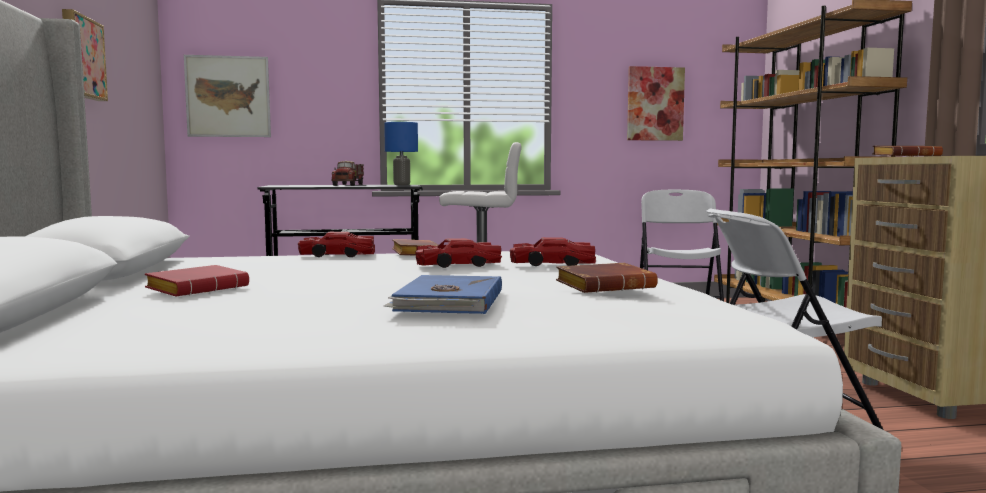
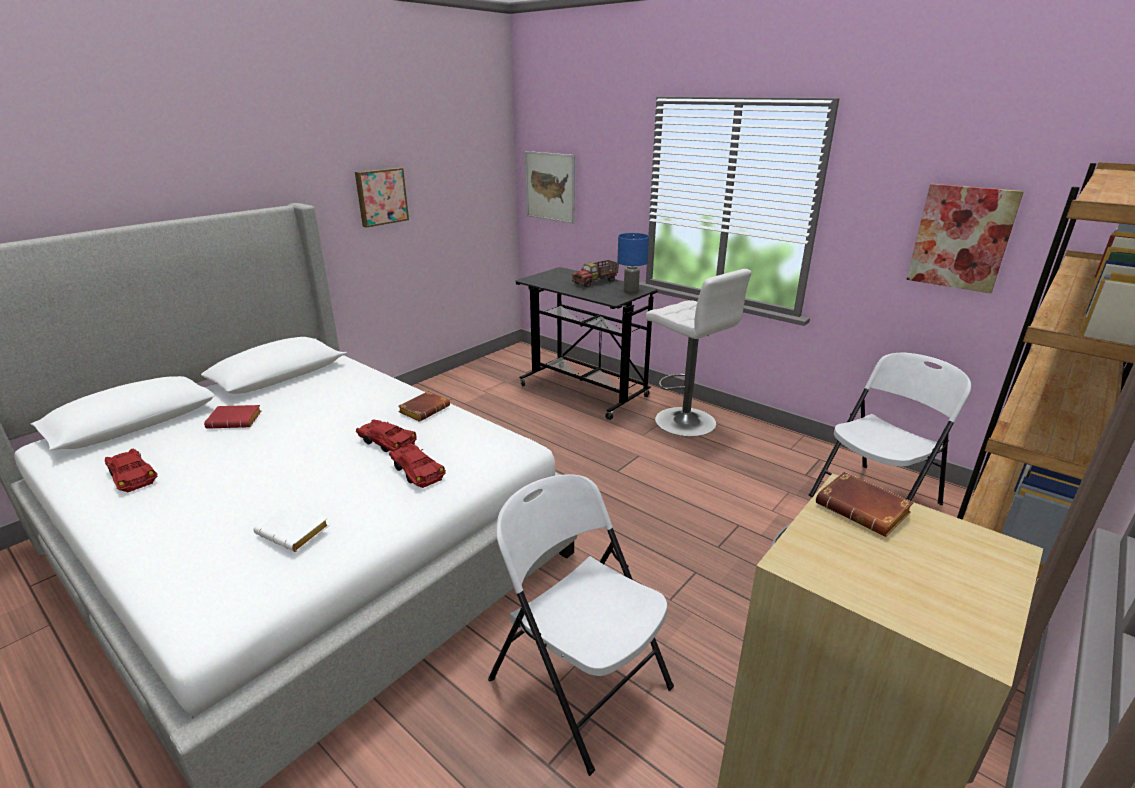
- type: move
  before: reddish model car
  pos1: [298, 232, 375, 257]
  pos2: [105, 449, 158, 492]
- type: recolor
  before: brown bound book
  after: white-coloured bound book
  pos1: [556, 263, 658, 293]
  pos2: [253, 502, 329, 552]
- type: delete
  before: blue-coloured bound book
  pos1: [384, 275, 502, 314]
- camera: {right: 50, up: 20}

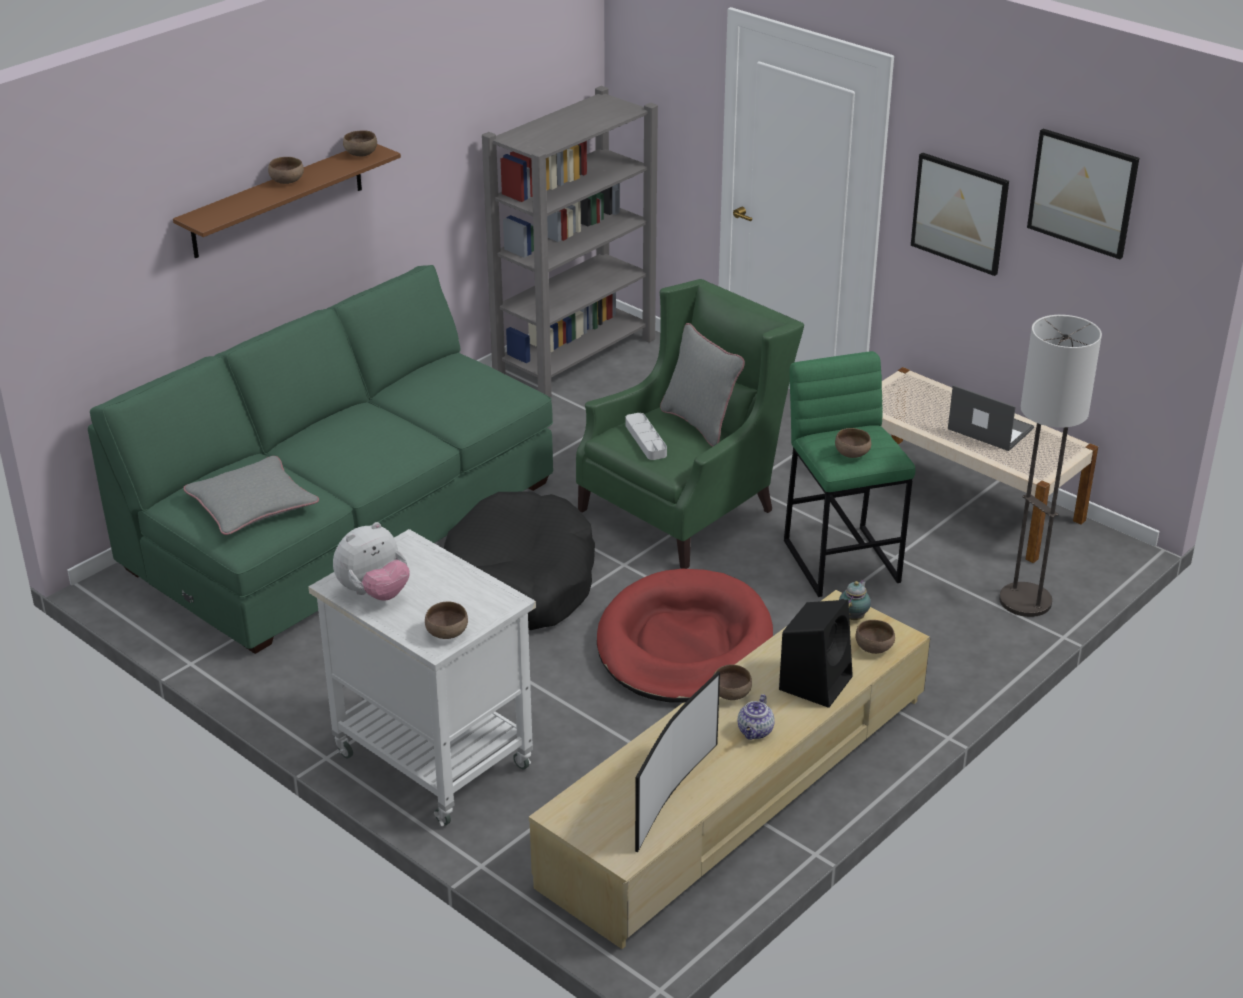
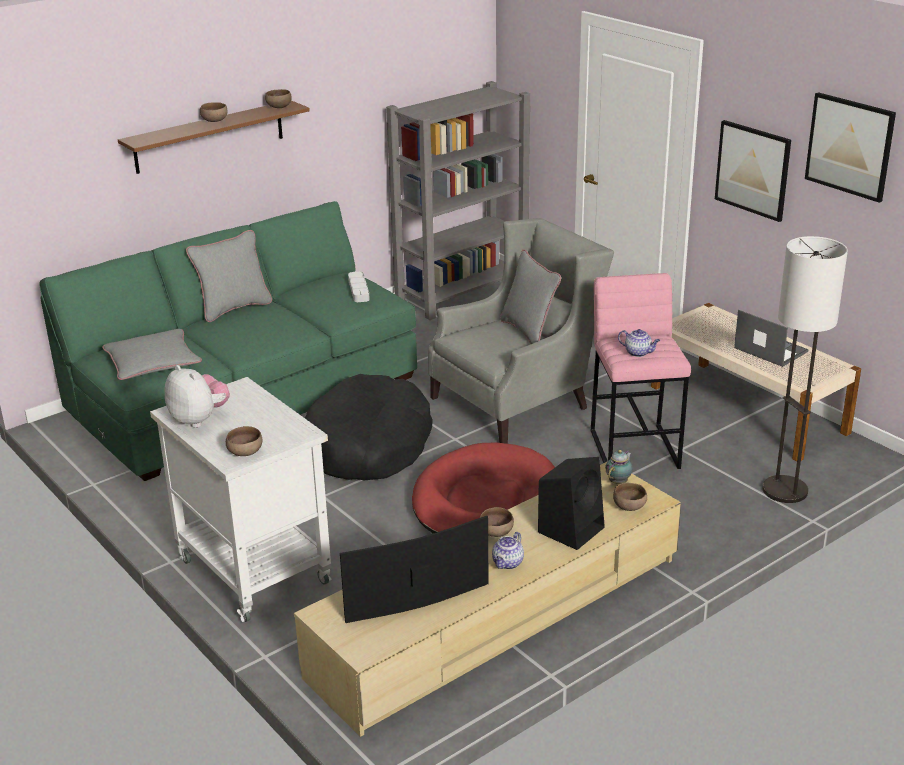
- type: rotate
  before: soft toy
  pos1: [333, 522, 410, 601]
  pos2: [164, 365, 230, 428]
  turn: -105
- type: insert
  after: greyish pillow
  pos2: [186, 230, 272, 322]
- type: rotate
  before: TV set
  pos1: [635, 672, 720, 853]
  pos2: [340, 516, 488, 623]
  turn: -150
- type: move
  before: greyish carrying tray
  pos1: [625, 413, 667, 460]
  pos2: [348, 271, 370, 302]
- type: recolor
  before: green-coloured armchair
  after: greyish armchair
  pos1: [576, 279, 804, 569]
  pos2: [428, 218, 614, 444]
- type: recolor
  before: green-coloured stool seat
  after: pink-coloured stool seat
  pos1: [784, 351, 915, 597]
  pos2: [591, 273, 691, 469]
- type: replace
  before: brown serving bowl
  after: tea pot
  pos1: [835, 428, 871, 458]
  pos2: [618, 329, 660, 357]
- camera: {right: 10, up: -5}

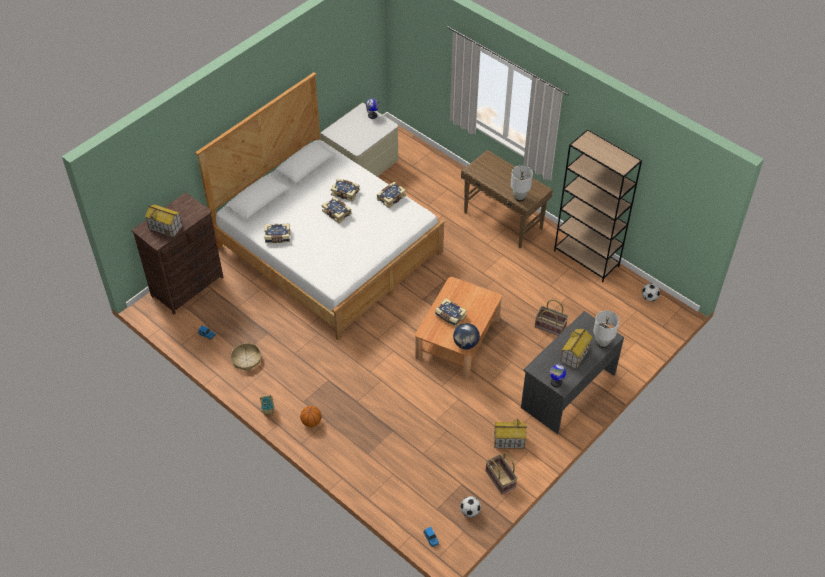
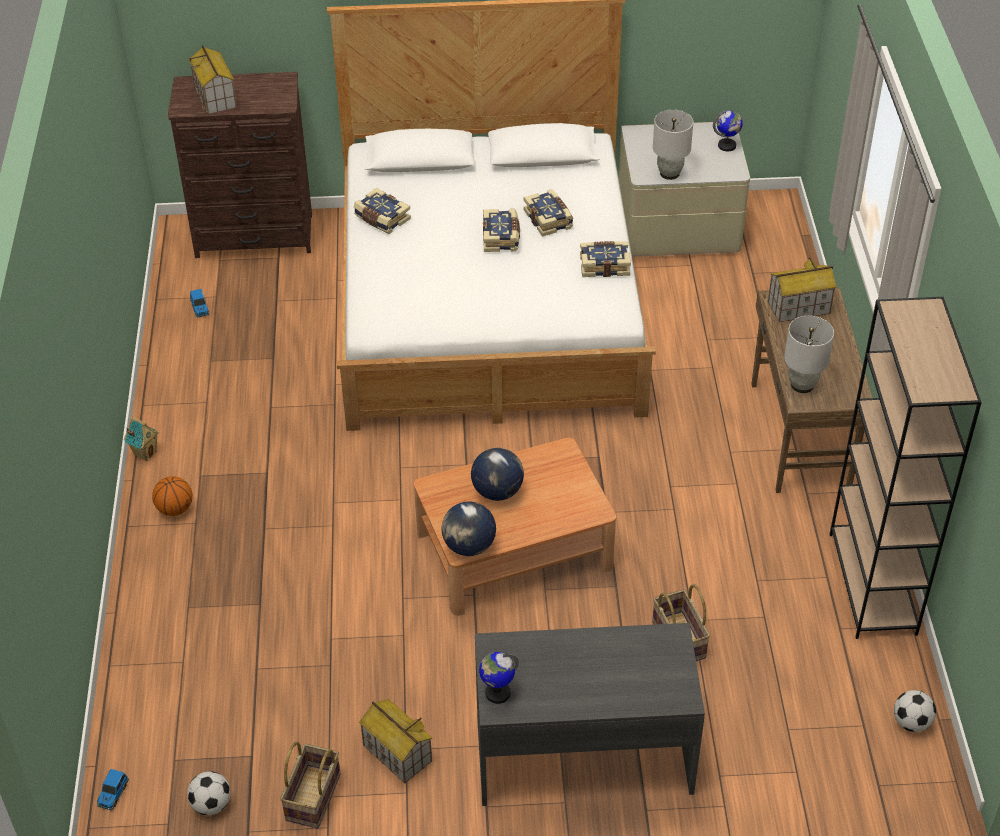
- type: replace
  before: bound book
  after: desk globe
  pos1: [435, 298, 467, 327]
  pos2: [471, 448, 524, 501]
- type: move
  before: white-coloured lamp for a table
  pos1: [593, 310, 619, 348]
  pos2: [653, 110, 693, 180]
- type: move
  before: miniature house
  pos1: [560, 328, 593, 369]
  pos2: [768, 257, 836, 322]
- type: delete
  before: storage basket
  pos1: [231, 343, 261, 371]
- camera: {right: 45, up: -5}

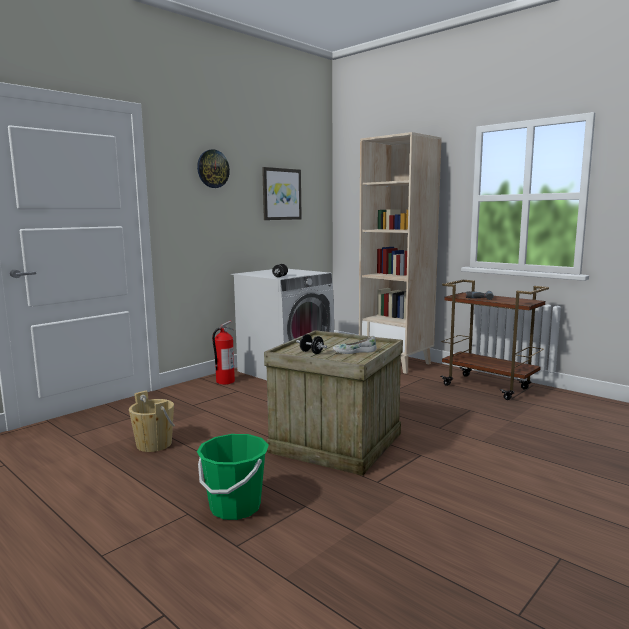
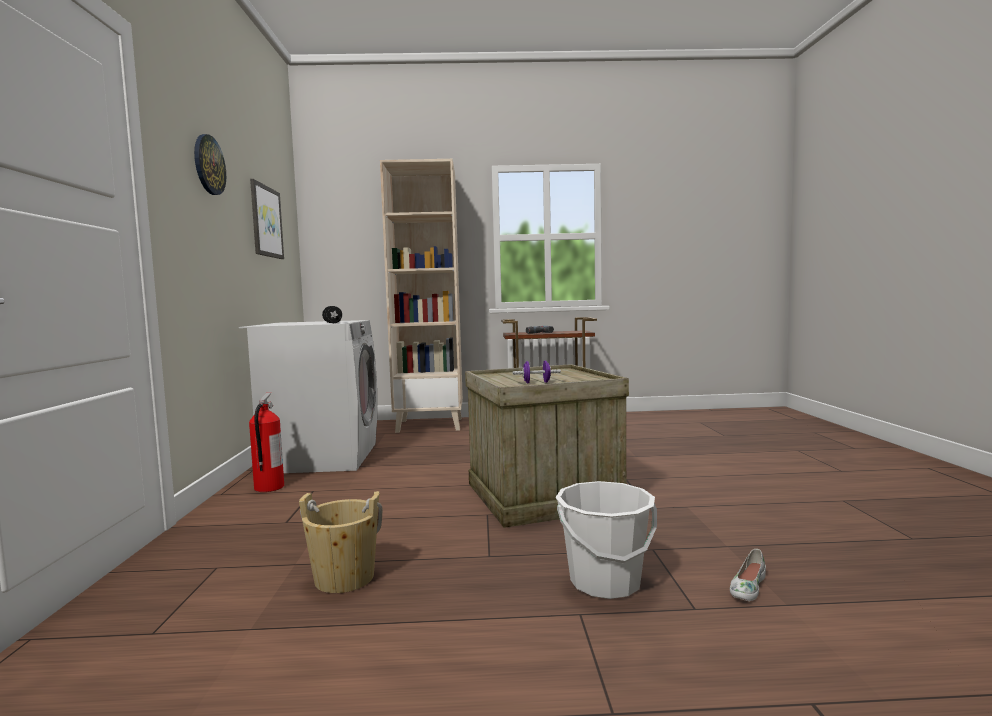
- type: recolor
  before: black-coloured dumbbell
  after: purple-coloured dumbbell
  pos1: [296, 334, 327, 354]
  pos2: [513, 361, 561, 383]
- type: recolor
  before: green-coloured bucket
  after: white-coloured bucket
  pos1: [197, 434, 269, 520]
  pos2: [555, 481, 657, 599]
- type: move
  before: white-coloured low shoe
  pos1: [333, 336, 377, 354]
  pos2: [730, 549, 766, 601]
- camera: {right: -45, up: -5}

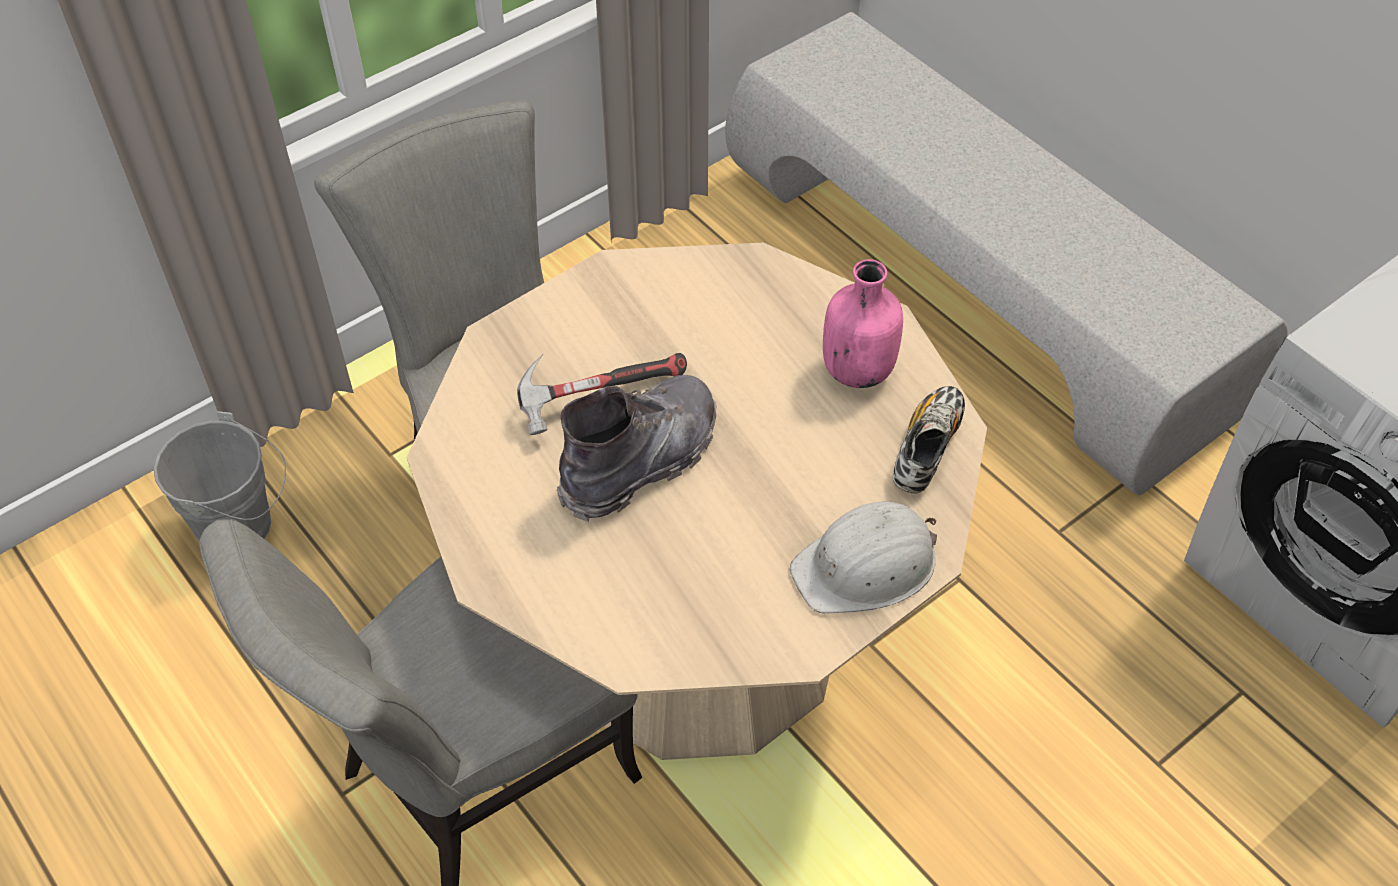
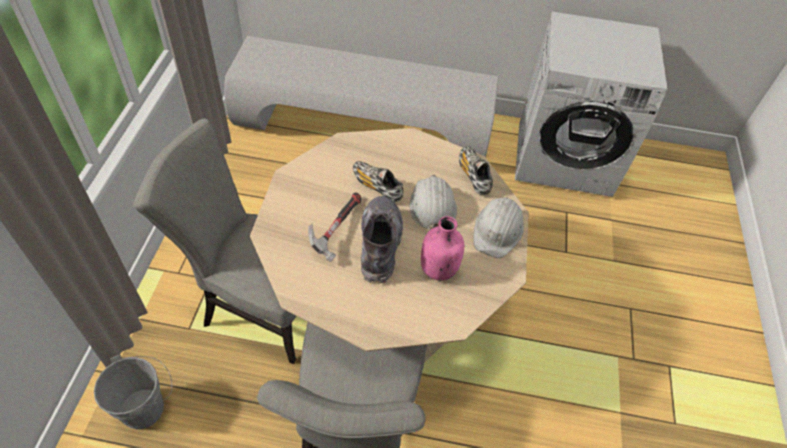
- type: insert
  after: low shoe
  pos2: [353, 161, 403, 202]
- type: insert
  after: white-coloured safety helmet
  pos2: [410, 175, 457, 230]
- type: move
  before: pink-coloured drink bottle
  pos1: [823, 259, 903, 388]
  pos2: [421, 216, 464, 280]
- camera: {right: -45, up: 0}

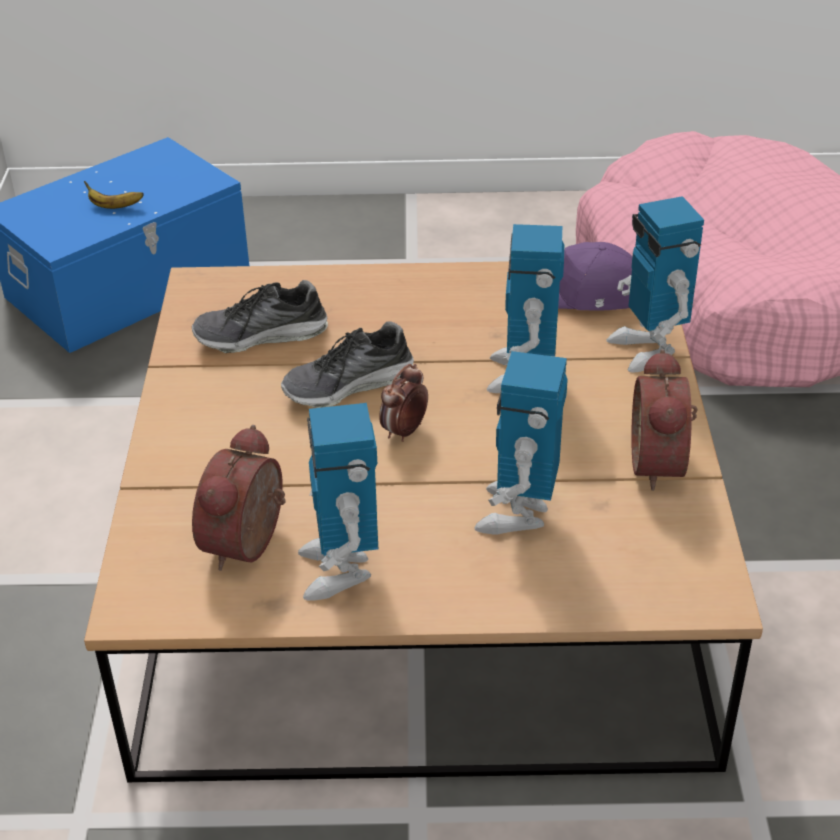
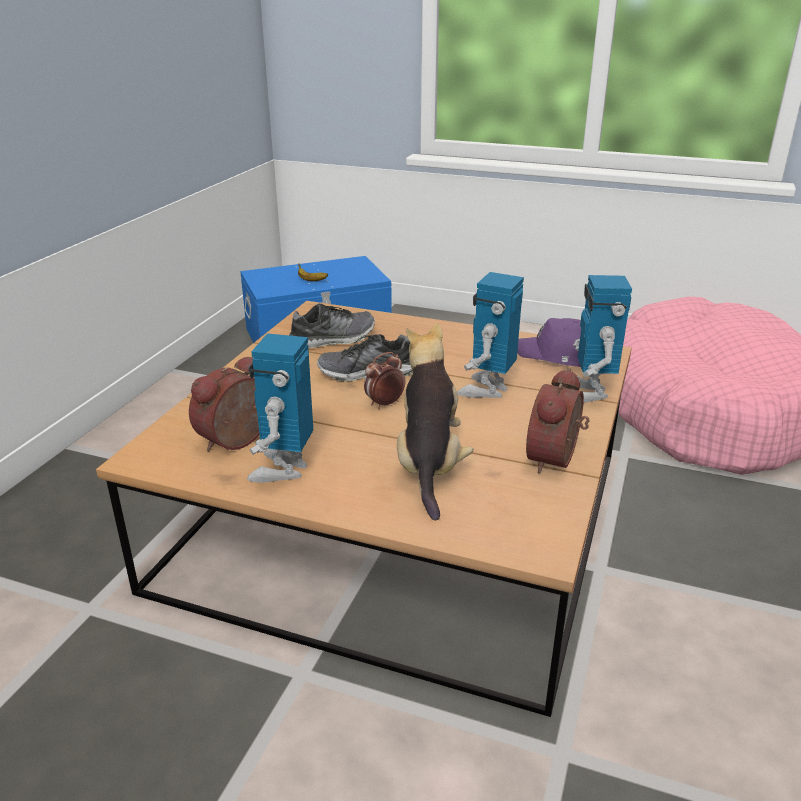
- type: rotate
  before: low shoe
  pos1: [192, 280, 328, 353]
  pos2: [289, 304, 375, 349]
  turn: 150
- type: replace
  before: robot figure
  after: soft toy
  pos1: [474, 351, 568, 535]
  pos2: [397, 322, 474, 521]
- camera: {right: 20, up: -10}

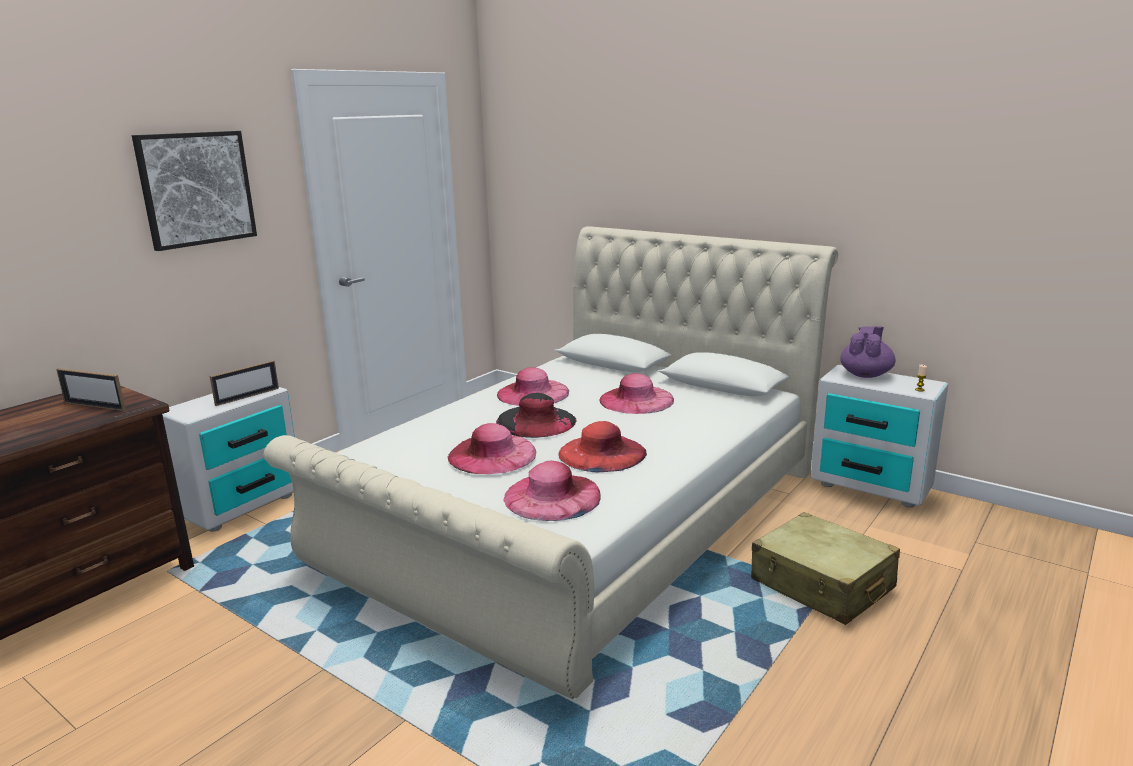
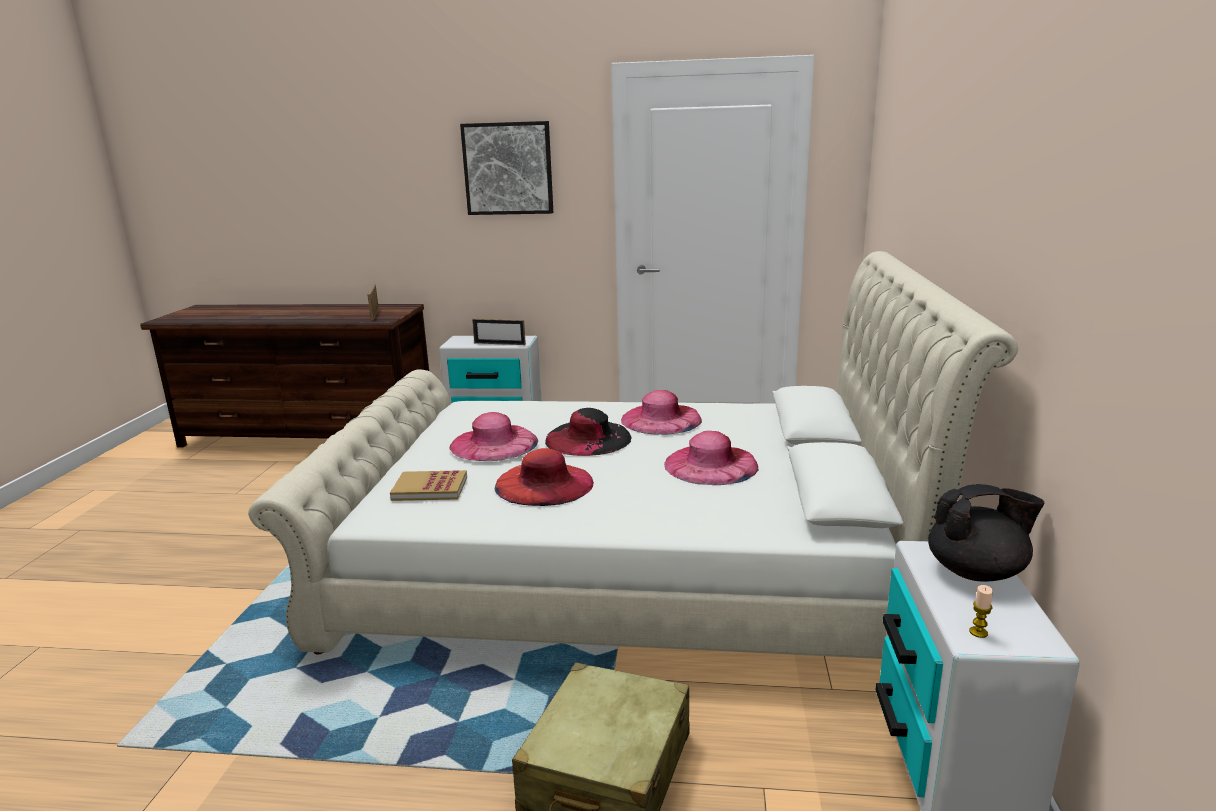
- type: replace
  before: pink-coloured clothing hat
  after: bound book
  pos1: [503, 461, 601, 521]
  pos2: [390, 470, 467, 501]
- type: recolor
  before: purple-coloured tea pot
  after: black-coloured tea pot
  pos1: [840, 326, 896, 378]
  pos2: [928, 484, 1044, 582]
- camera: {right: 60, up: 0}

